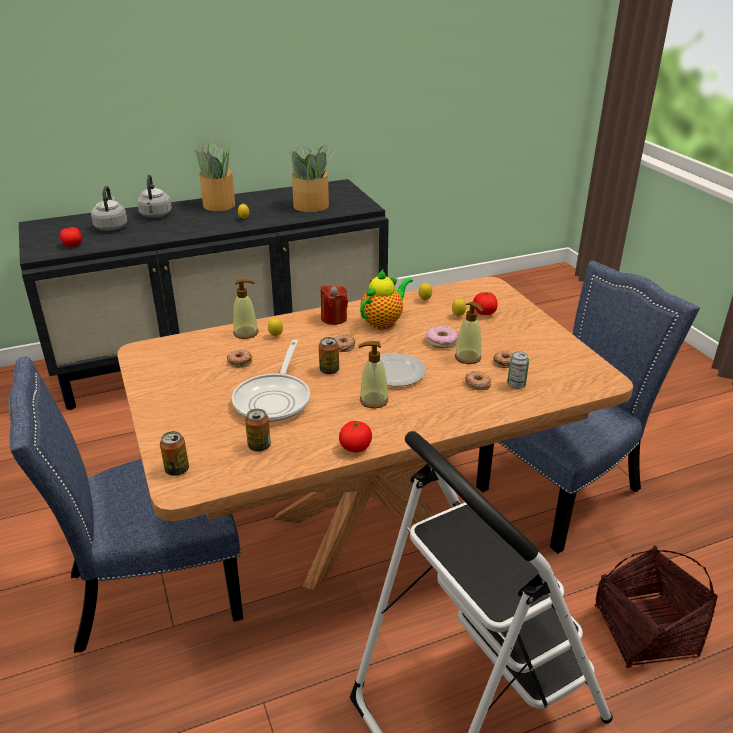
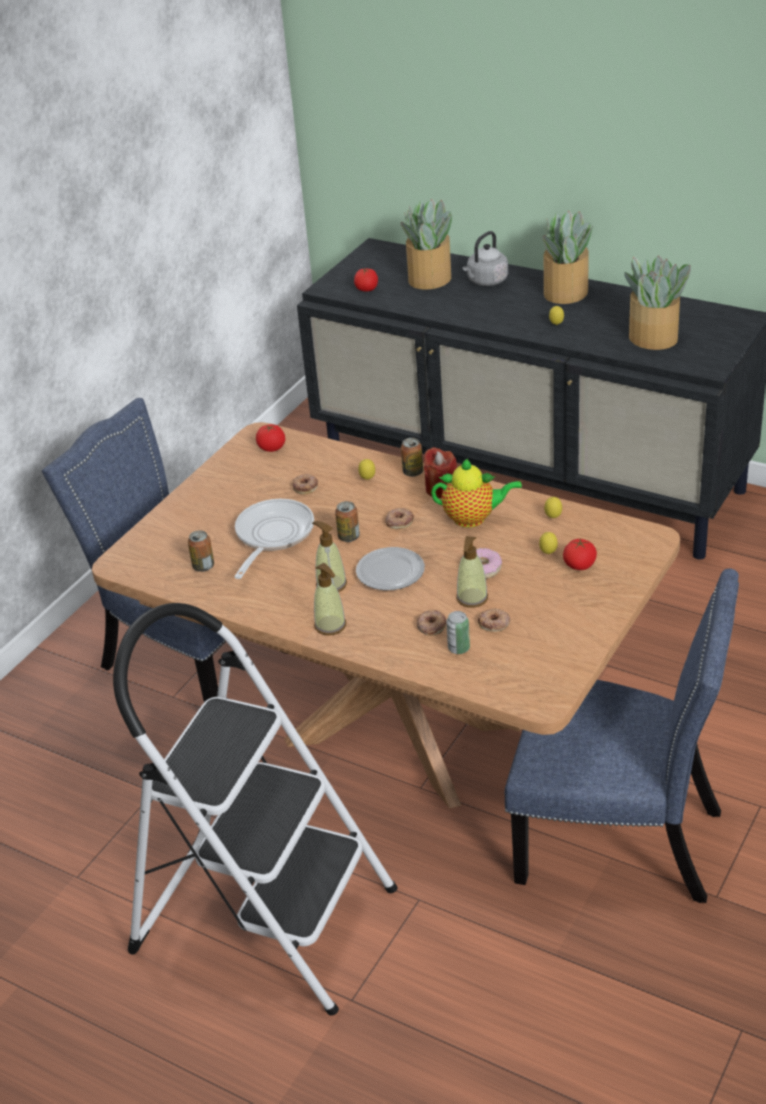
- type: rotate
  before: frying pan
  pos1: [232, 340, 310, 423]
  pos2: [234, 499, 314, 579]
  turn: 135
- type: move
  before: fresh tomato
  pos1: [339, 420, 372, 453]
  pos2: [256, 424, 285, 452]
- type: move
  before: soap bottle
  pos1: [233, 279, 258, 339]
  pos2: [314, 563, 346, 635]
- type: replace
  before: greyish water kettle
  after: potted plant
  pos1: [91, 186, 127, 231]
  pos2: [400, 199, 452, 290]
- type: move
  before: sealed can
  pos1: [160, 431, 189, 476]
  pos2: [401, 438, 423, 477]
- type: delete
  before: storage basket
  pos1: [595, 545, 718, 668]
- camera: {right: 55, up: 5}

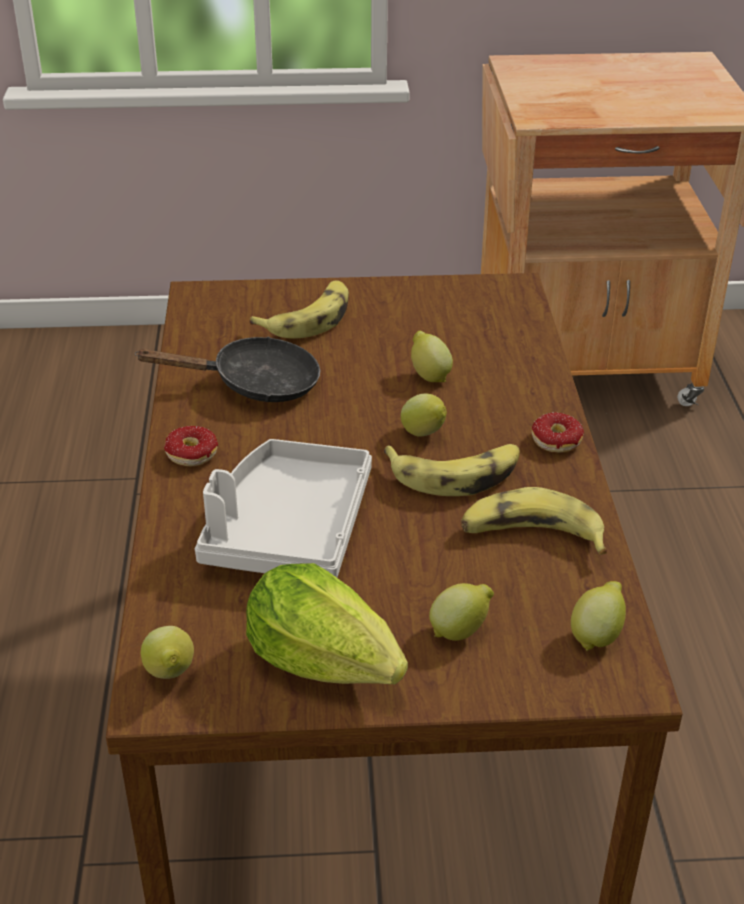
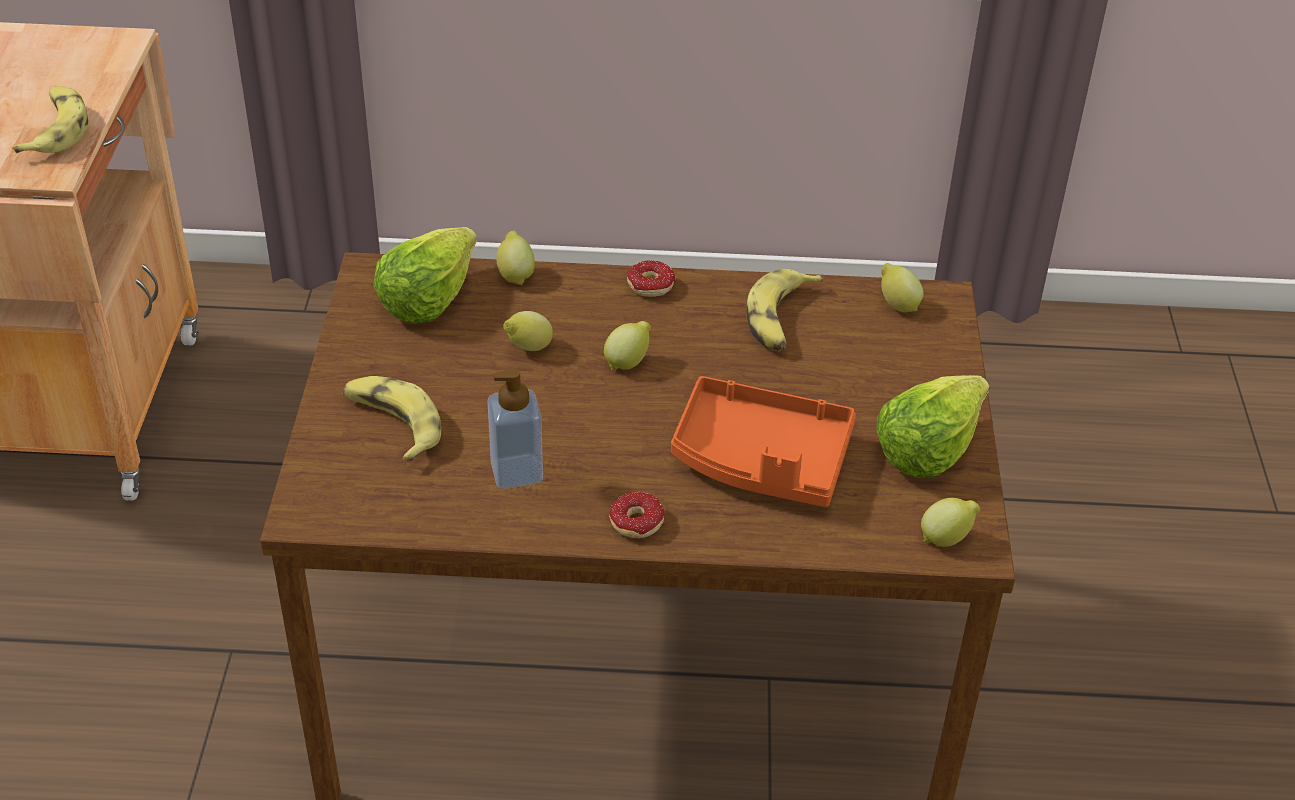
- type: move
  before: whole banana
  pos1: [383, 444, 520, 496]
  pos2: [12, 86, 88, 153]
- type: insert
  after: lettuce head
  pos2: [373, 227, 477, 323]
- type: replace
  before: black-coloured frying pan
  after: soap bottle
  pos1: [135, 337, 320, 402]
  pos2: [487, 368, 543, 489]
- type: move
  before: lemon
  pos1: [429, 583, 494, 641]
  pos2: [496, 231, 535, 285]
- type: recolor
  before: white-coloured carrying tray
  after: orange carrying tray
  pos1: [195, 439, 372, 577]
  pos2: [671, 376, 856, 507]
- camera: {right: -85, up: 5}

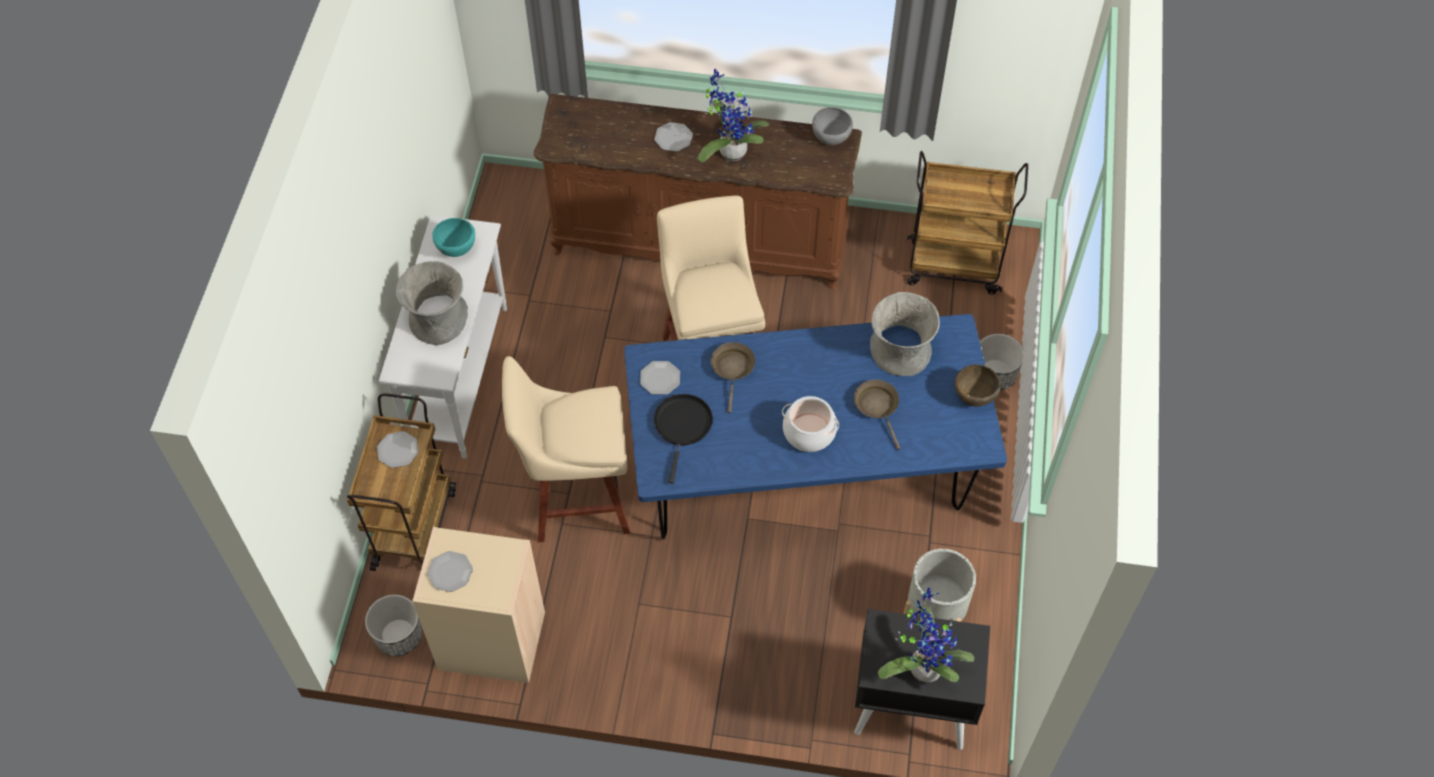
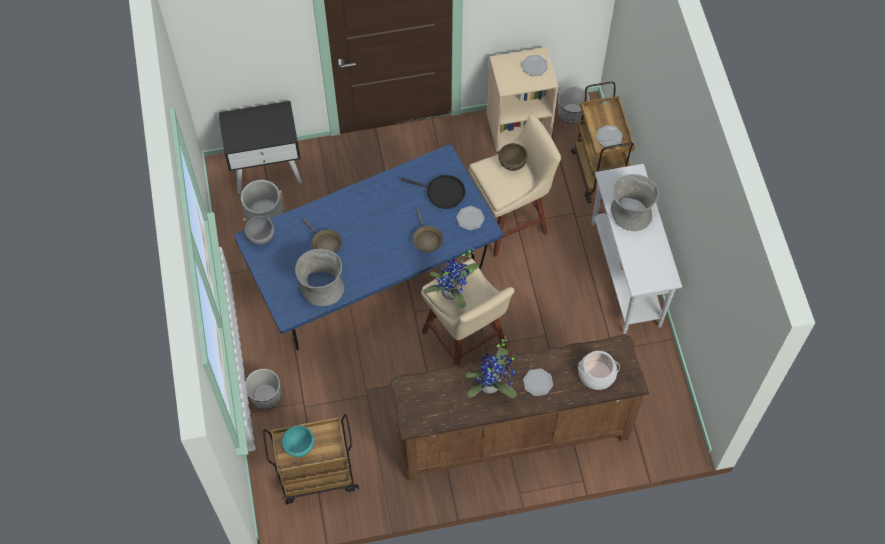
- type: move
  before: greyish serving bowl
  pos1: [812, 107, 853, 145]
  pos2: [244, 216, 274, 245]
- type: move
  before: turquoise-coloured serving bowl
  pos1: [432, 218, 475, 257]
  pos2: [282, 426, 314, 457]
- type: rotate
  before: black-coloured frying pan
  pos1: [654, 394, 713, 483]
  pos2: [401, 175, 465, 209]
  turn: -60
- type: move
  before: potted plant
  pos1: [878, 587, 974, 683]
  pos2: [424, 249, 479, 308]
- type: move
  before: brown serving bowl
  pos1: [955, 364, 1000, 406]
  pos2: [498, 143, 528, 171]
- type: move
  before: cooking pot
  pos1: [782, 396, 839, 452]
  pos2: [578, 351, 620, 390]
- camera: {right: 160, up: 5}

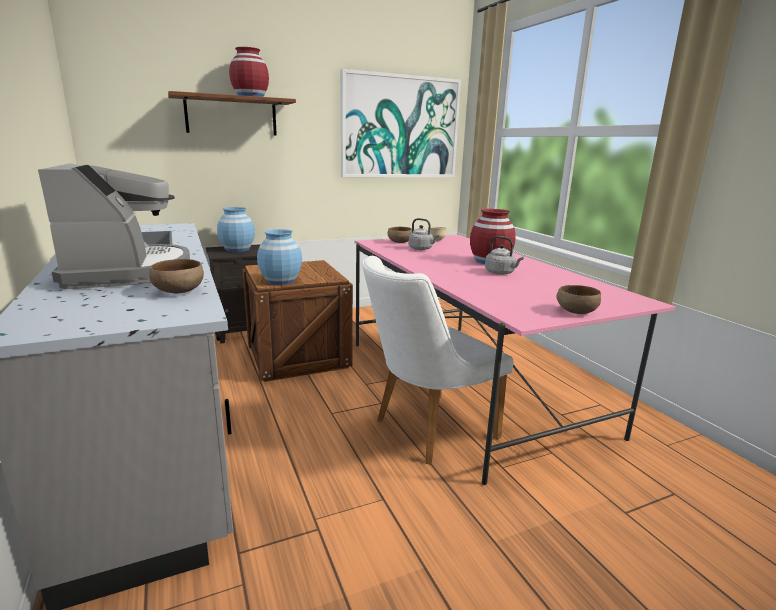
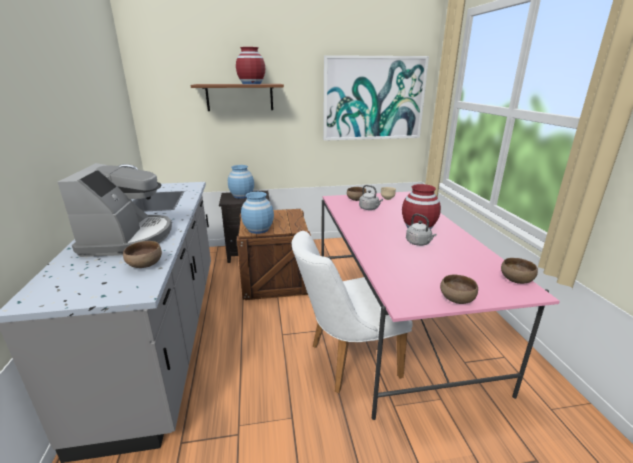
- type: insert
  after: brown serving bowl
  pos2: [501, 258, 538, 284]
- camera: {right: 15, up: 5}

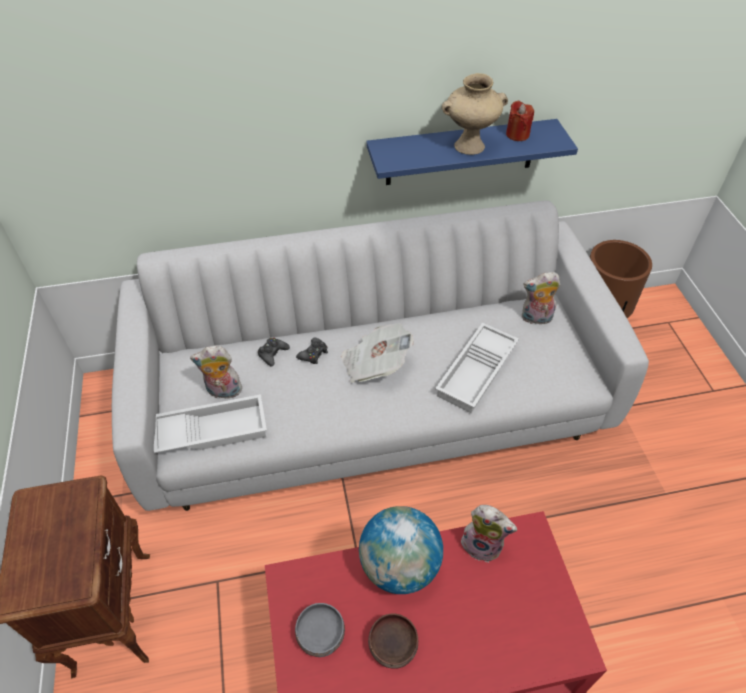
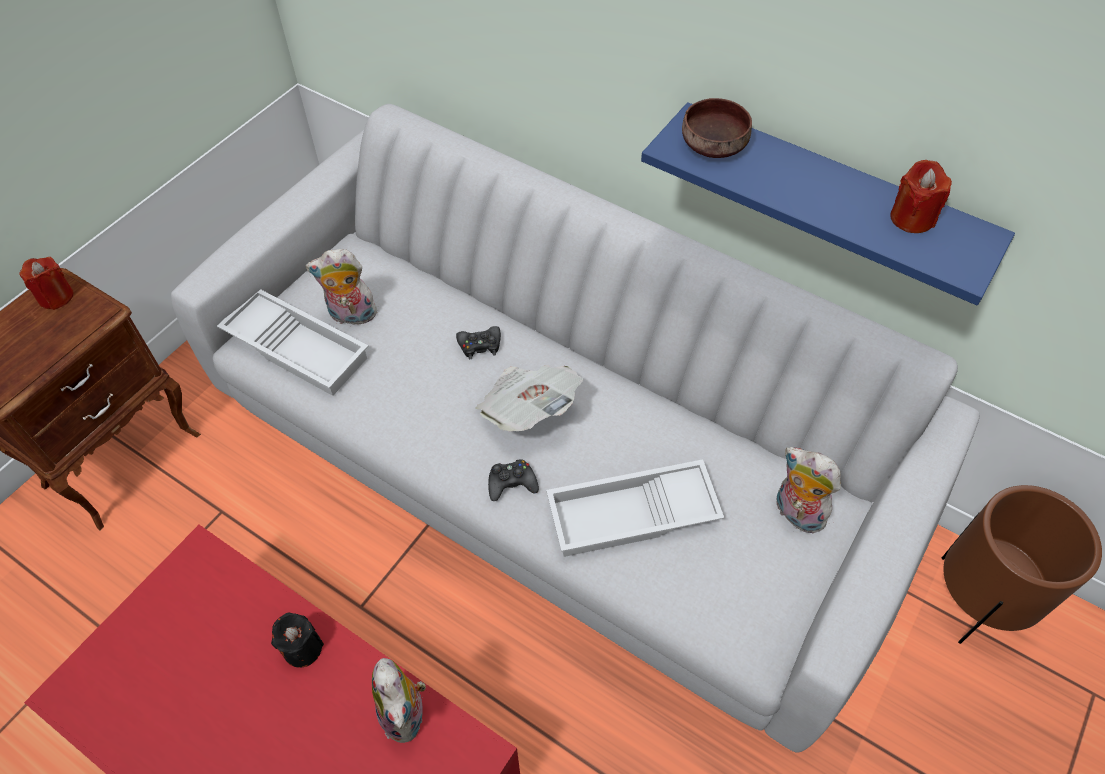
- type: insert
  after: reddish candle
  pos2: [19, 257, 73, 310]
- type: replace
  before: desk globe
  after: black-coloured candle
  pos1: [359, 506, 443, 594]
  pos2: [271, 612, 324, 668]
- type: rotate
  before: soft toy
  pos1: [190, 346, 242, 399]
  pos2: [305, 249, 377, 325]
  turn: -45
- type: move
  before: black-coloured joypad
  pos1: [258, 338, 290, 367]
  pos2: [488, 459, 539, 501]
- type: move
  before: brown serving bowl
  pos1: [368, 613, 418, 669]
  pos2: [682, 98, 752, 158]
- type: delete
  before: greyish serving bowl
  pos1: [295, 603, 345, 657]
- type: delete
  before: sand-coloured decorative vase
  pos1: [442, 73, 508, 155]
- camera: {right: 45, up: 5}

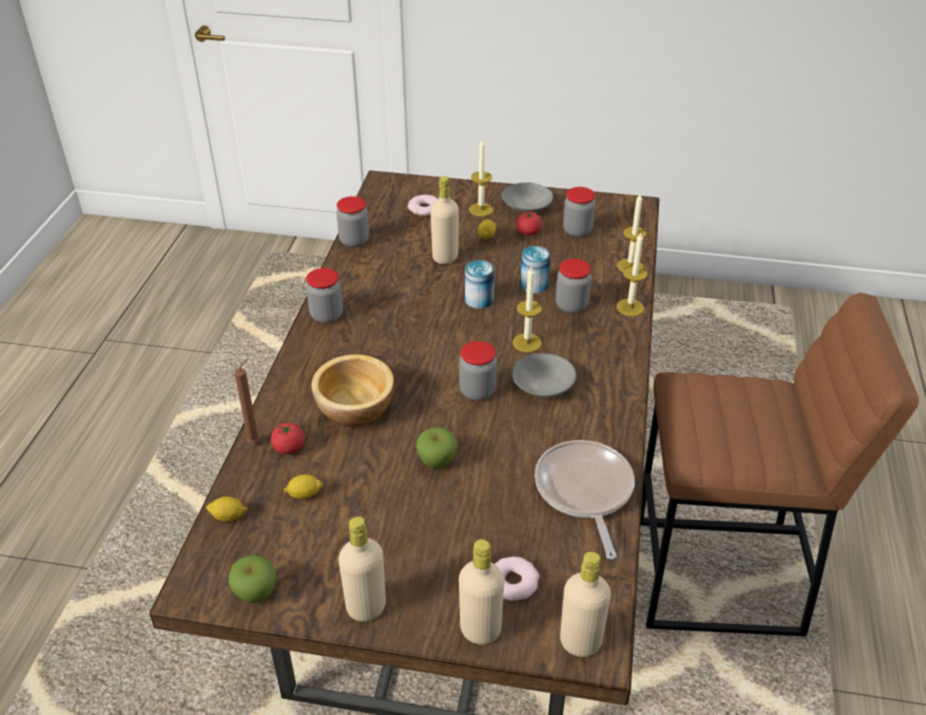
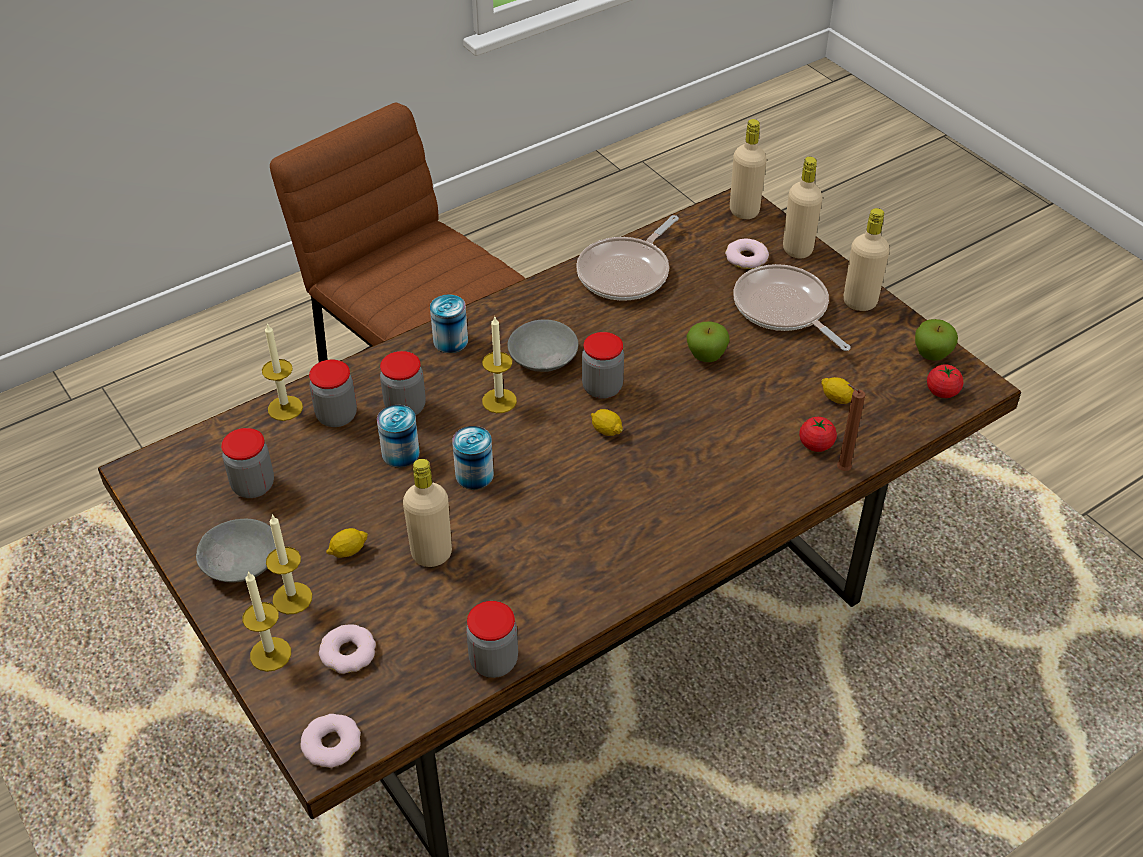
- type: move
  before: candle
  pos1: [616, 233, 647, 316]
  pos2: [243, 571, 291, 672]
- type: insert
  after: ring doughnut
  pos2: [300, 714, 361, 768]
- type: move
  before: jar
  pos1: [306, 268, 343, 323]
  pos2: [309, 360, 357, 427]
- type: insert
  after: sealed can
  pos2: [430, 294, 468, 353]
- type: move
  before: lemon
  pos1: [206, 496, 247, 521]
  pos2: [591, 409, 623, 436]
- type: insert
  after: frying pan
  pos2: [733, 264, 851, 351]
- type: move
  before: fresh tomato
  pos1: [516, 212, 542, 236]
  pos2: [927, 364, 963, 398]
- type: delete
  before: serving bowl
  pos1: [311, 354, 394, 427]
- camera: {right: -135, up: 5}

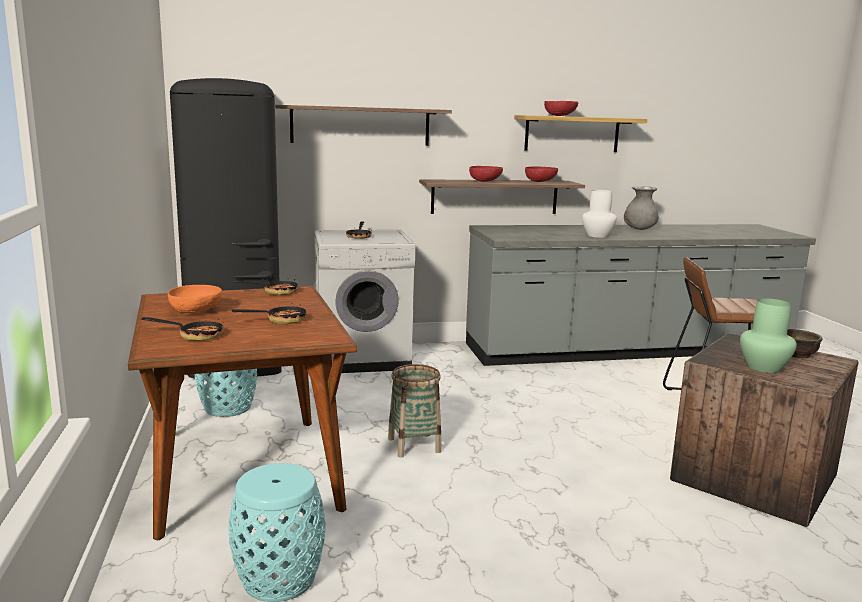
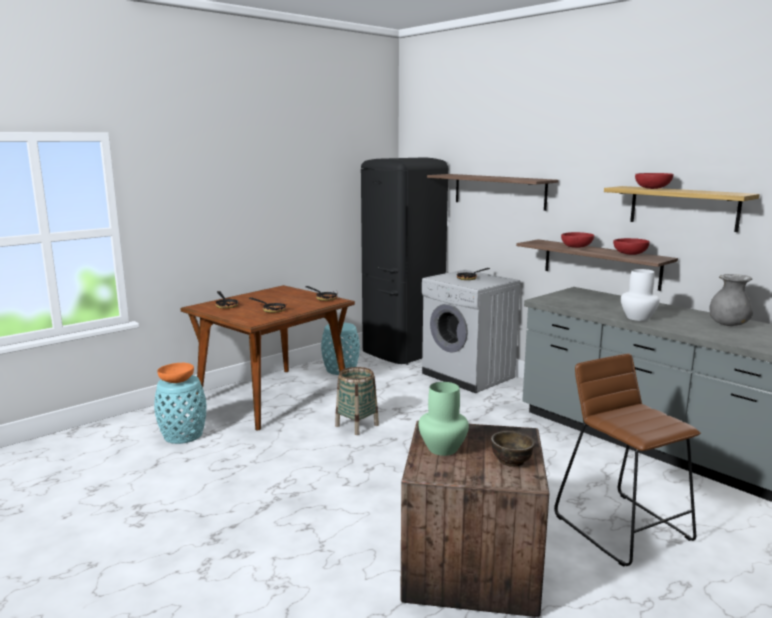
- type: move
  before: orange serving bowl
  pos1: [168, 285, 222, 313]
  pos2: [157, 363, 194, 383]
- camera: {right: 60, up: 0}

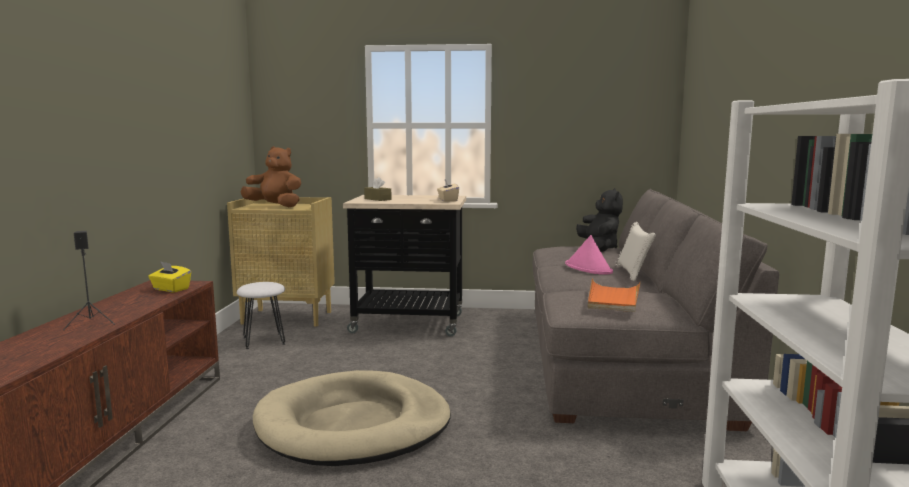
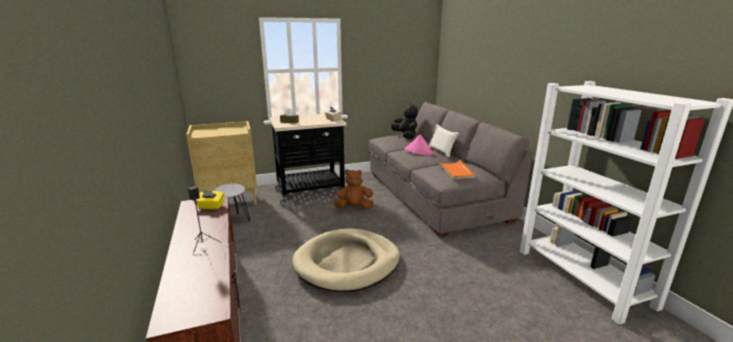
- type: move
  before: brown soft toy
  pos1: [241, 146, 301, 207]
  pos2: [334, 169, 374, 210]
- camera: {right: -25, up: 10}

